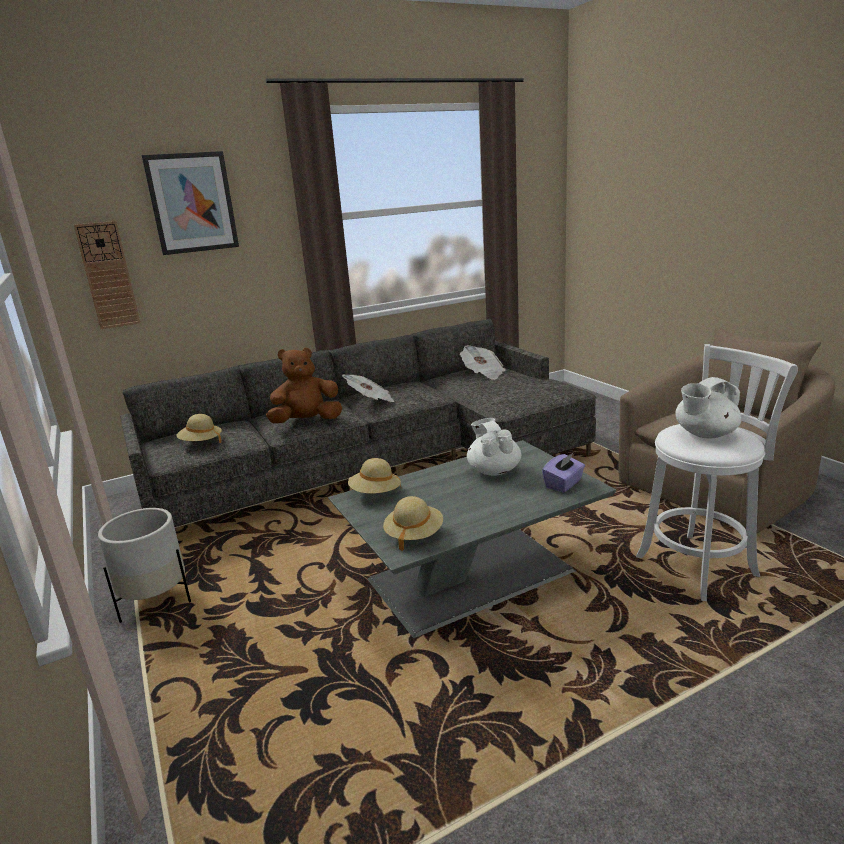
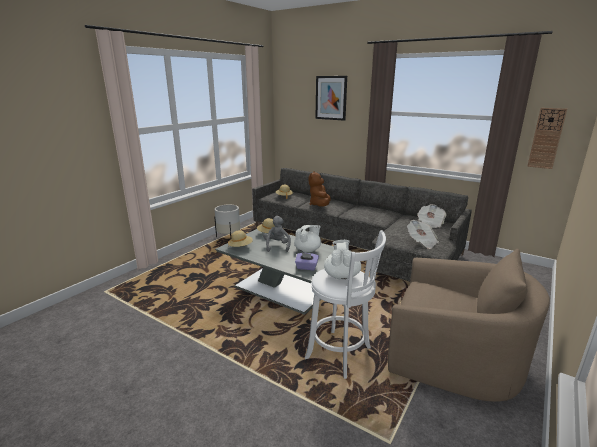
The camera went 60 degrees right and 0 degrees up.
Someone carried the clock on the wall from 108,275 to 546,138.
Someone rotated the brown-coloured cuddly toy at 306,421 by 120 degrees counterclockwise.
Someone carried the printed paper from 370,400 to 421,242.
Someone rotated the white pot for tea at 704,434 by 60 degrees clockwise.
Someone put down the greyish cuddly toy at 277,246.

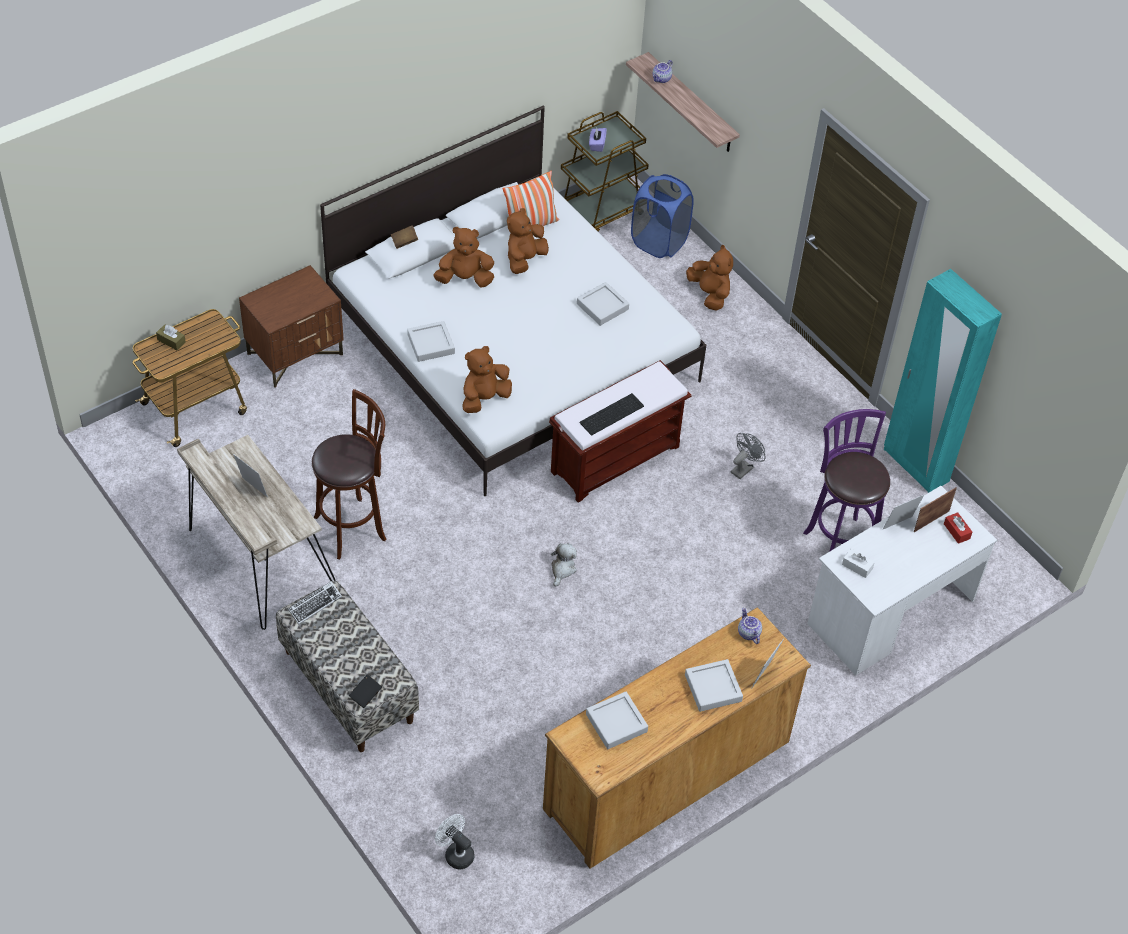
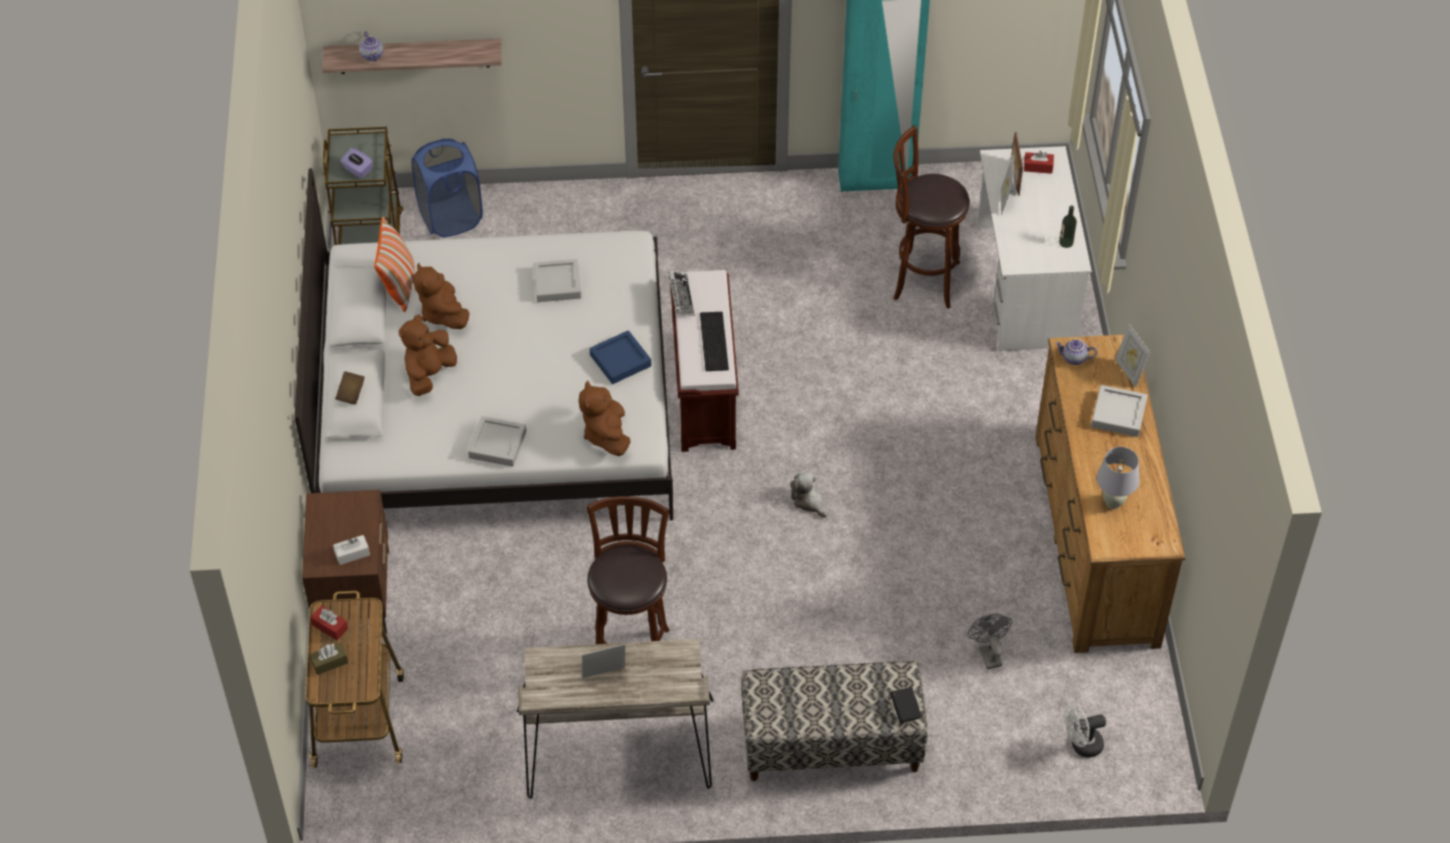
The camera went 55 degrees left and 0 degrees up.
Someone carried the keyboard from 314,604 to 681,296.
Someone swapped the greyish serving tray at 616,723 for the white lamp for a table at 1113,503.
Someone took away the brown-coloured cuddly toy at 710,294.
Someone carried the greyish electric fan from 744,468 to 988,653.
Someone repainted the purplish stool seat at 838,541, which became the brown-coloured stool seat at 922,280.
Someone carried the white tissue box from 857,566 to 352,554.
Someone put down the reddish tissue box at 330,627.
Someone put down the bluish serving tray at 620,360.
Someone put down the drink bottle at 1066,242.

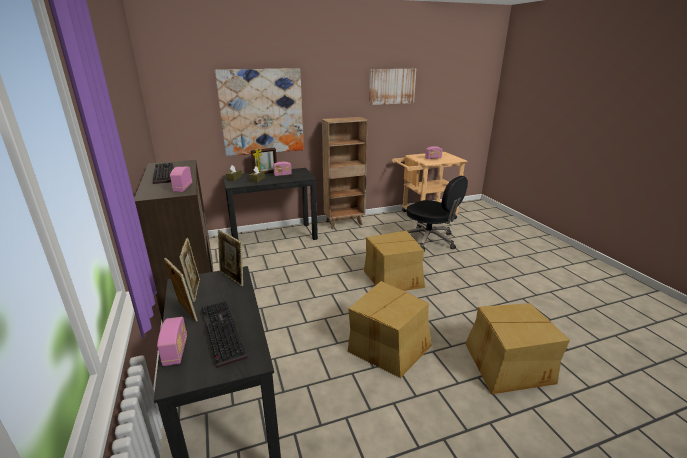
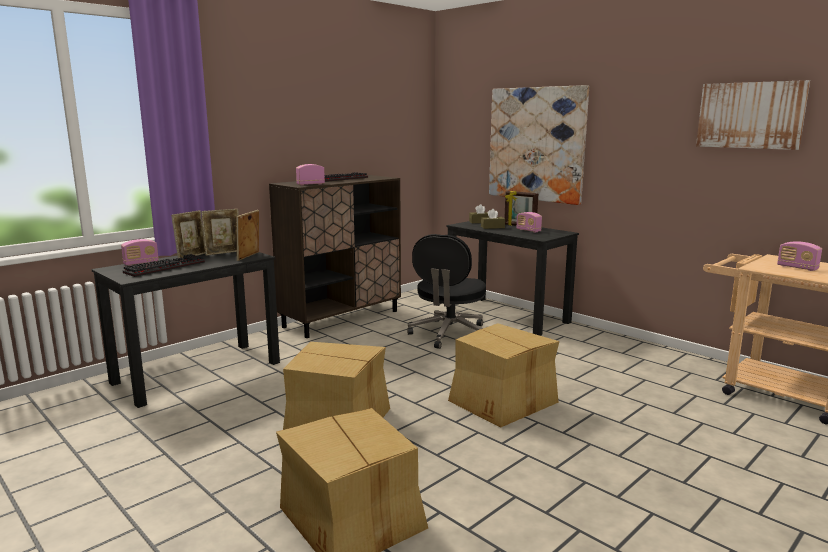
The camera went 65 degrees right and 10 degrees down.
Someone took away the brown-coloured bookcase at 344,223.
Someone carried the blackish computer chair from 430,240 to 449,334.

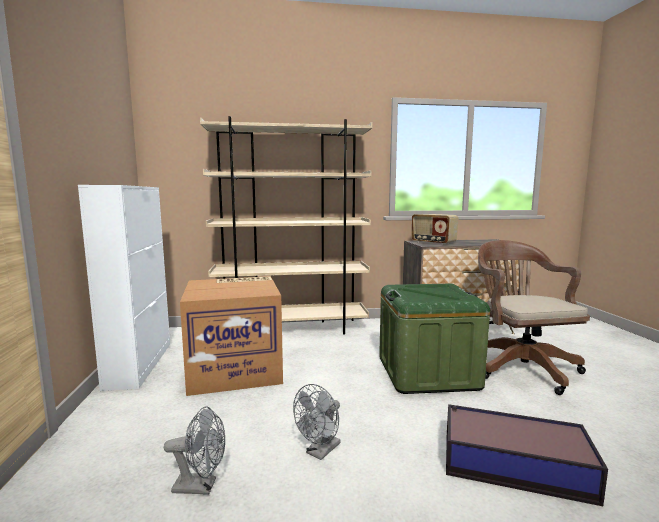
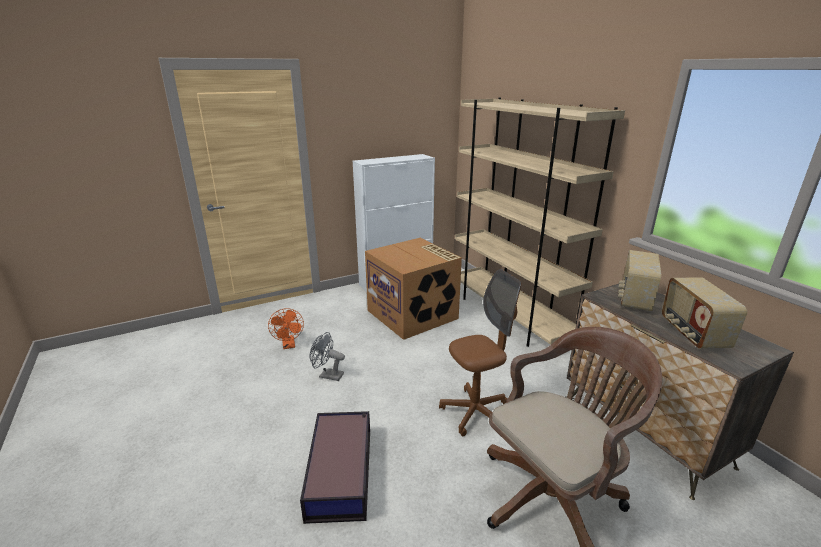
The camera went 70 degrees right and 15 degrees up.
Someone repainted the greyish electric fan at 201,486, which became the orange electric fan at 289,345.
Someone swapped the green-coloured storage container at 427,373 for the brown-coloured computer chair at 475,413.
Someone put down the radio at 692,333.

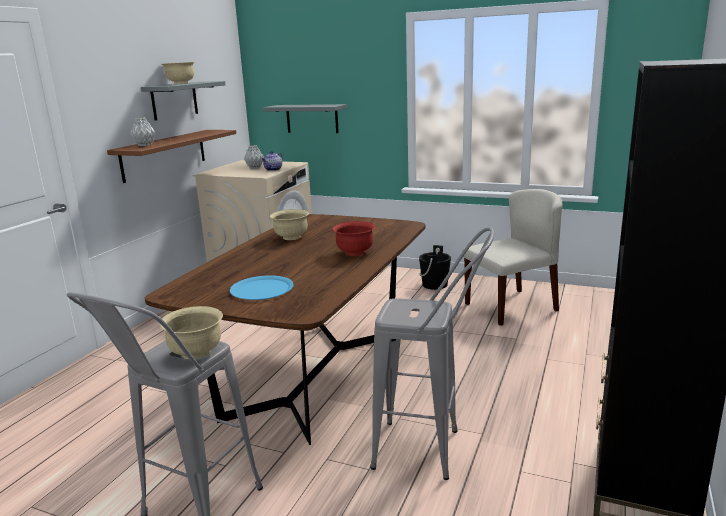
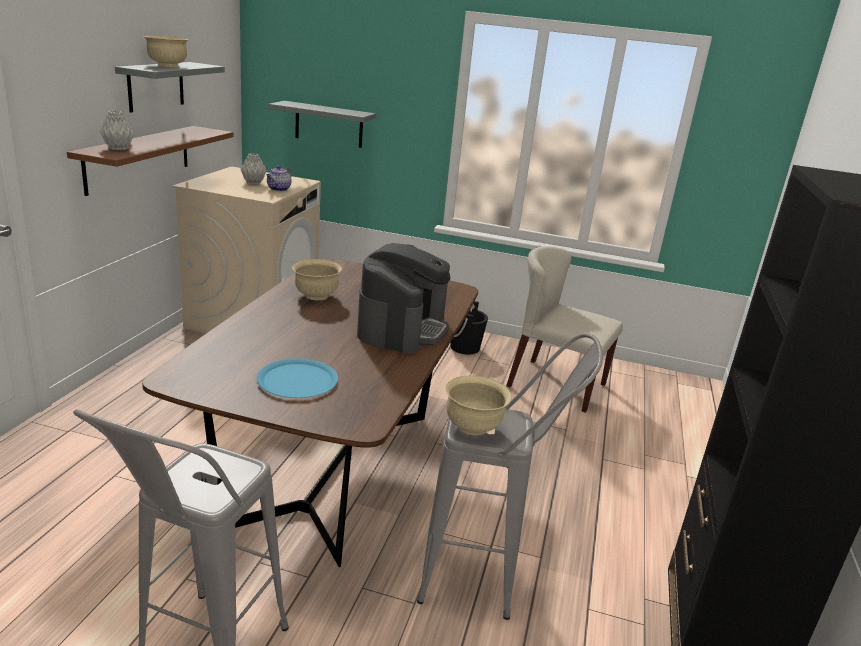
The camera went 10 degrees left and 5 degrees up.
Someone carried the beige-coloured serving bowl from 196,352 to 473,427.
Someone swapped the reddish serving bowl at 354,252 for the coffee machine at 402,328.
Someone rotated the beige-coloured upright chair at 511,306 by 120 degrees counterclockwise.

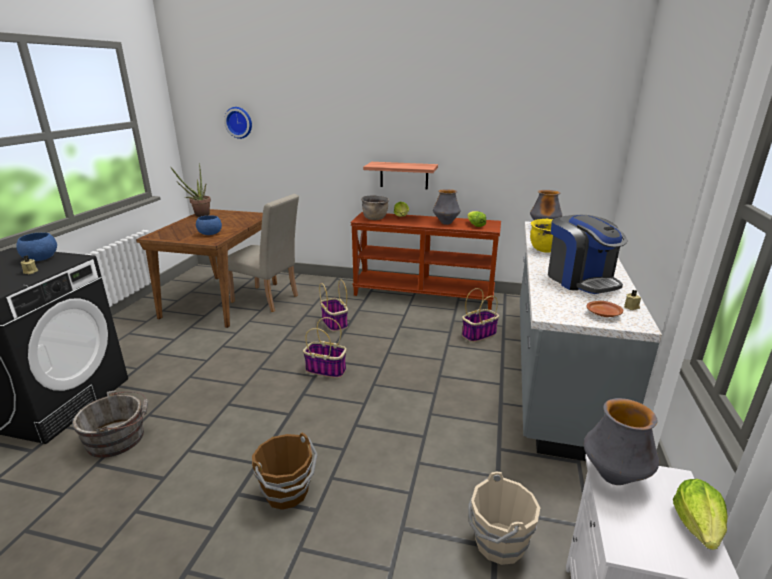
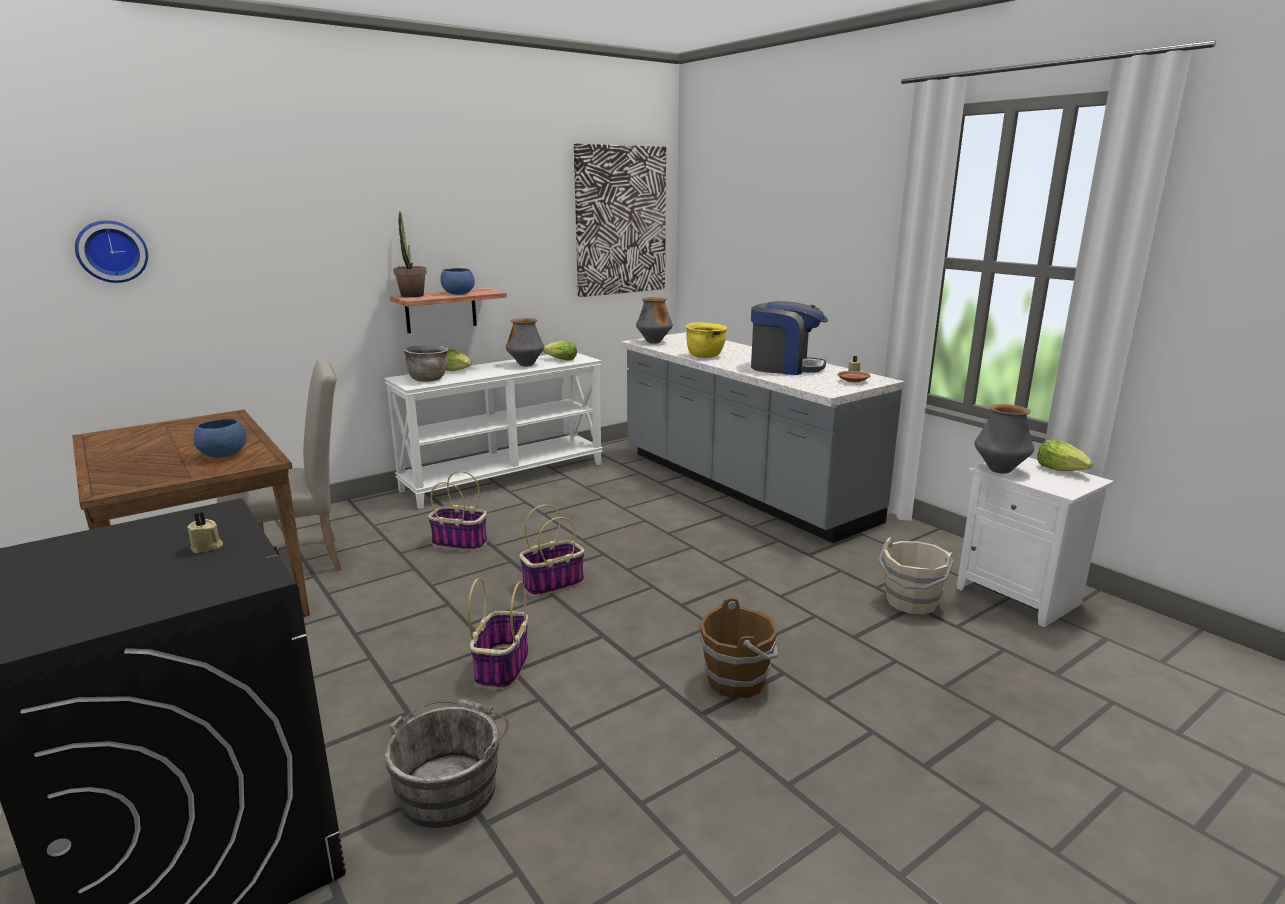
The camera went 50 degrees left and 5 degrees down.
Someone carried the bluish serving bowl from 40,259 to 458,294.
Someone carried the plant in a pot from 199,215 to 411,296.
Someone repainted the brown-coloured console table at 424,294, which became the white console table at 504,476.
Someone carried the storage basket from 479,334 to 502,666.
Someone put up the wall picture at 620,221.

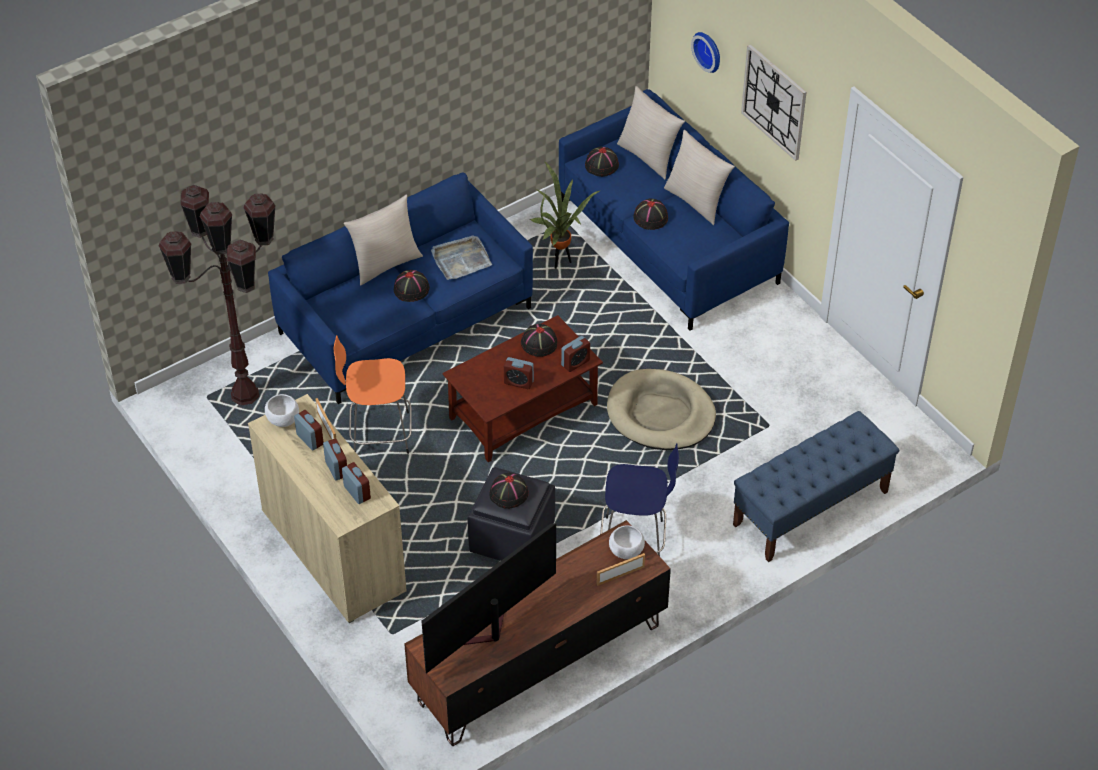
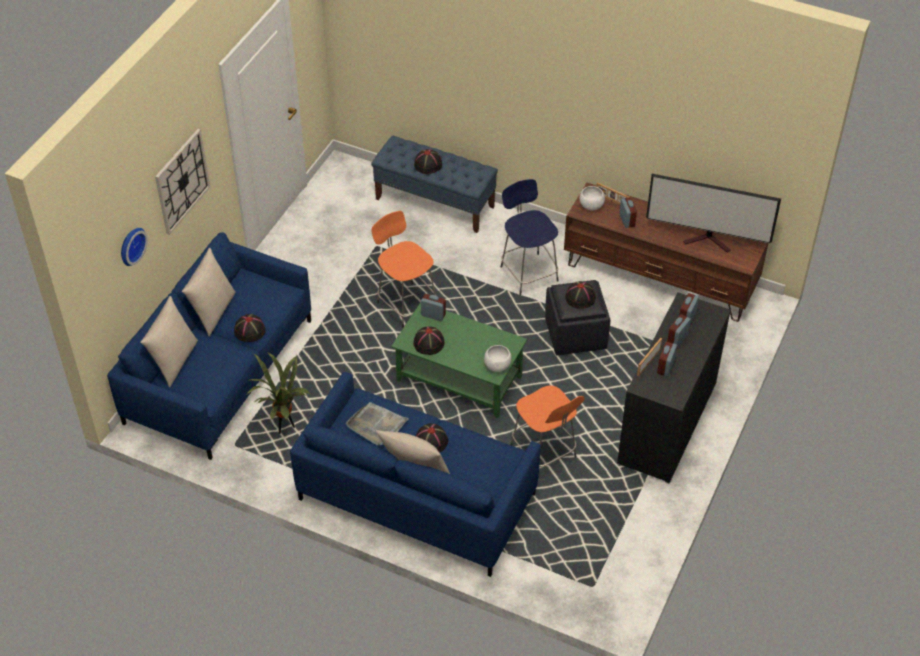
The camera went 120 degrees left and 0 degrees up.
Someone took away the brown-coloured standing lamp at 245,394.
Someone repainted the beige-coloured cabinet at 333,551, which became the blackish cabinet at 667,423.
Someone carried the white serving bowl from 283,420 to 497,366.
Someone repainted the brown-coloured coffee table at 524,411, which became the green-coloured coffee table at 458,379.
Someone carried the bedside clock from 518,382 to 627,220.
Someone carried the blackish clothing hat from 601,165 to 428,164.
Someone swapped the beige-coloured dog bed at 660,414 for the orange stool seat at 406,304.

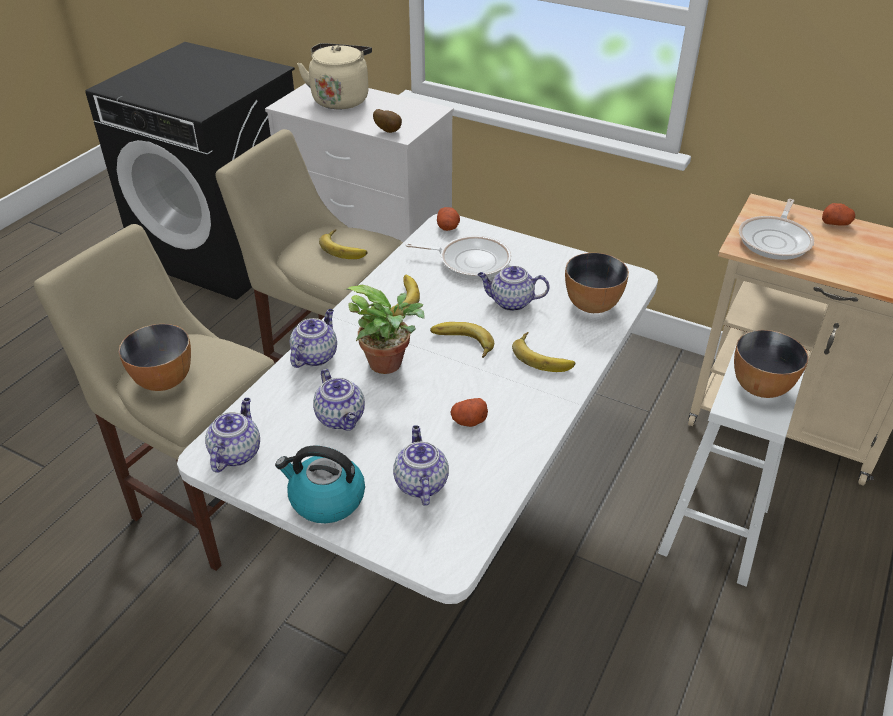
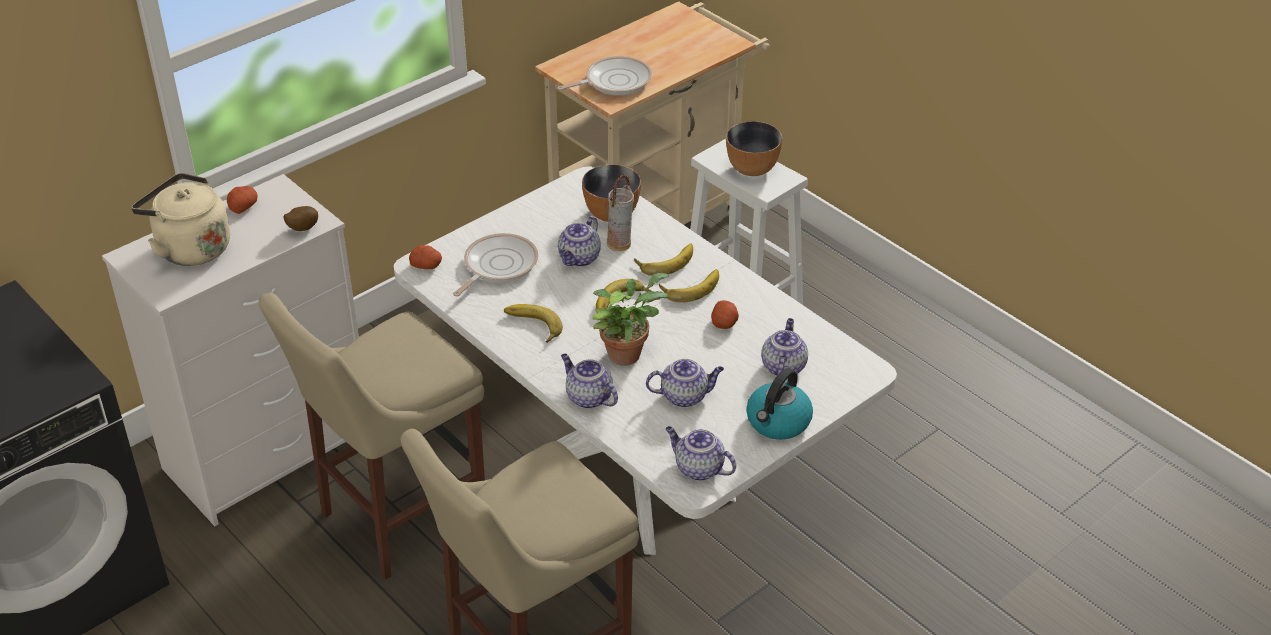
The camera went 70 degrees left and 0 degrees up.
Someone took away the serving bowl at 164,381.
Someone carried the banana fruit from 345,248 to 690,287.
Someone rotated the pot for tea at 420,483 by 90 degrees clockwise.
Someone rotated the frying pan at 775,240 by 75 degrees counterclockwise.
Someone carried the whole potato from 836,223 to 243,206.
Someone put down the flower vase at 620,244.

